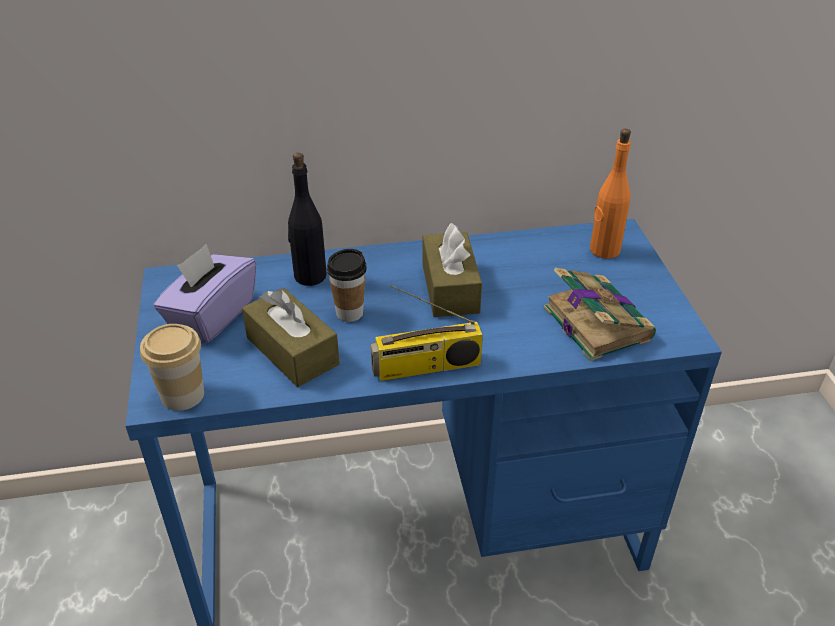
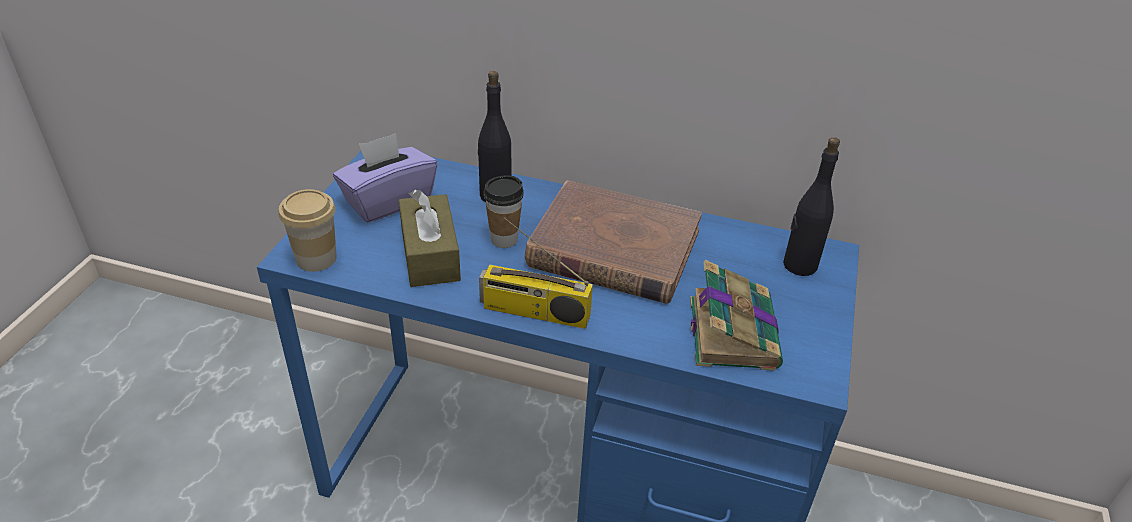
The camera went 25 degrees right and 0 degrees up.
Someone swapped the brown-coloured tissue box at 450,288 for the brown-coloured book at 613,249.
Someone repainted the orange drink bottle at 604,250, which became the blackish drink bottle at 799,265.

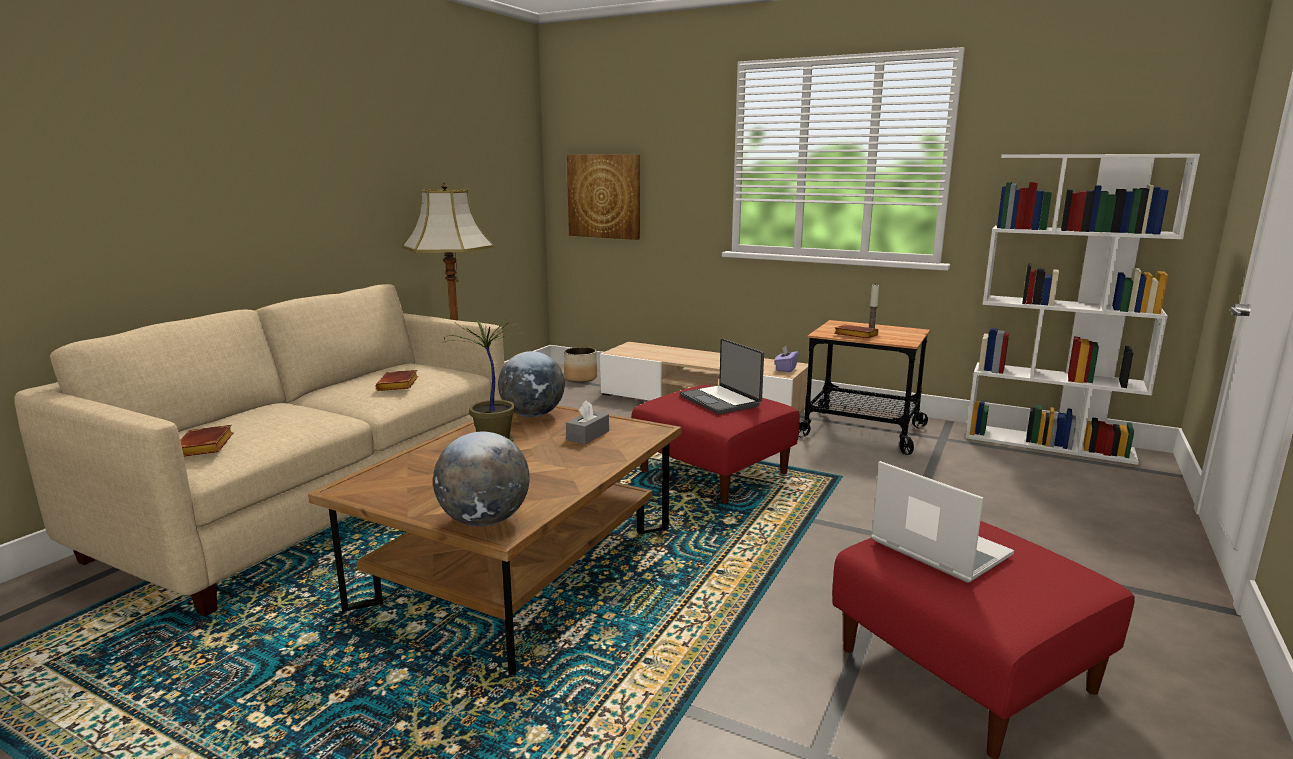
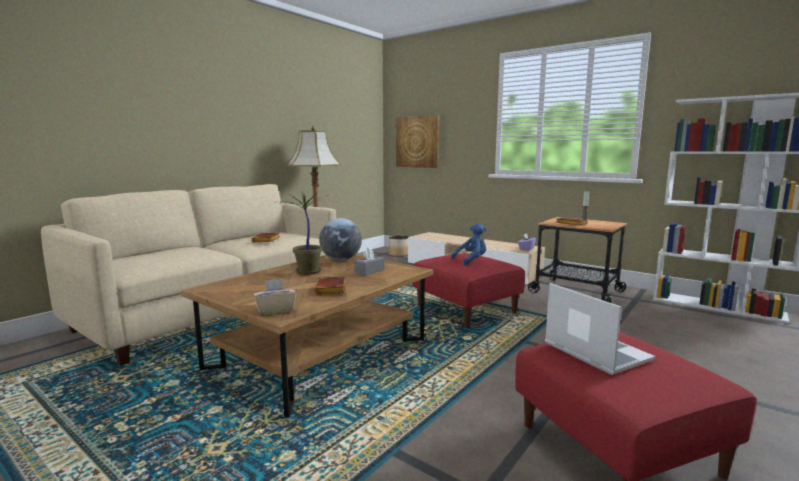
The camera went 10 degrees right and 5 degrees down.
Someone carried the brown-coloured book from 206,447 to 332,289.
Someone swapped the globe at 484,521 for the beige-coloured tissue box at 275,310.
Someone swapped the portable computer at 721,401 for the bluish cuddly toy at 471,261.

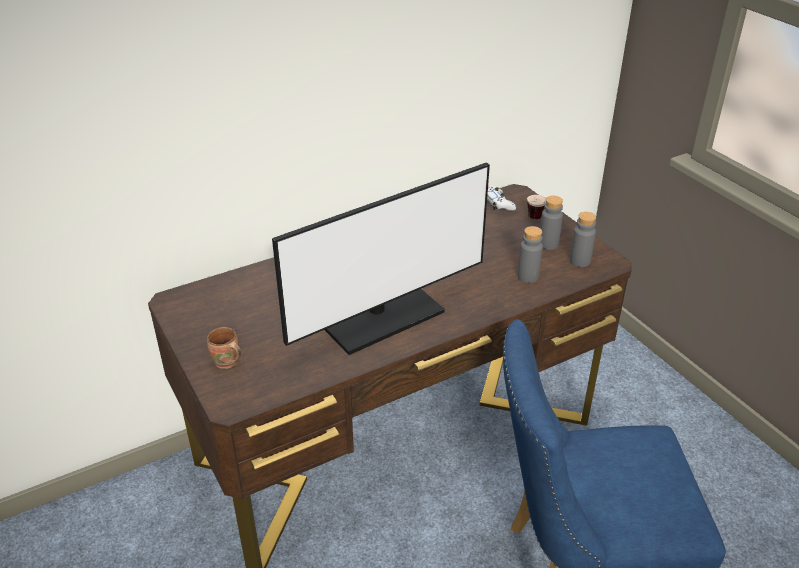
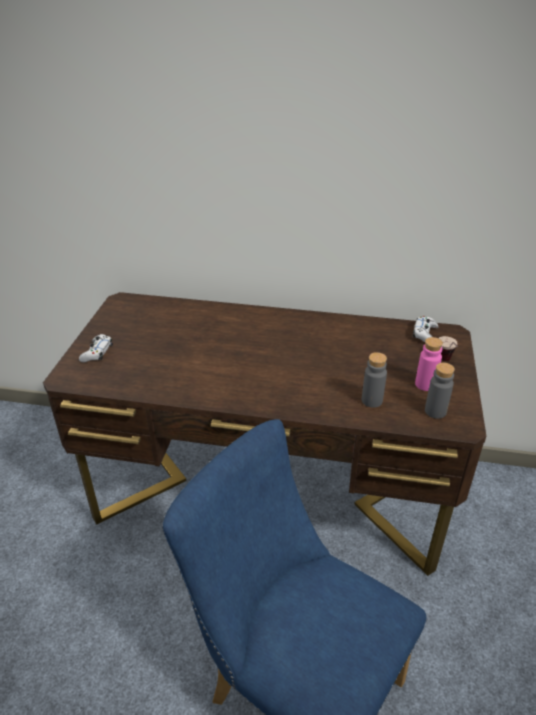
The camera went 40 degrees right and 0 degrees up.
Someone swapped the brown-coloured mug at 227,363 for the white game controller at 97,352.
Someone took away the monitor at 383,319.
Someone repainted the greyish drink bottle at 548,244, which became the pink drink bottle at 425,384.

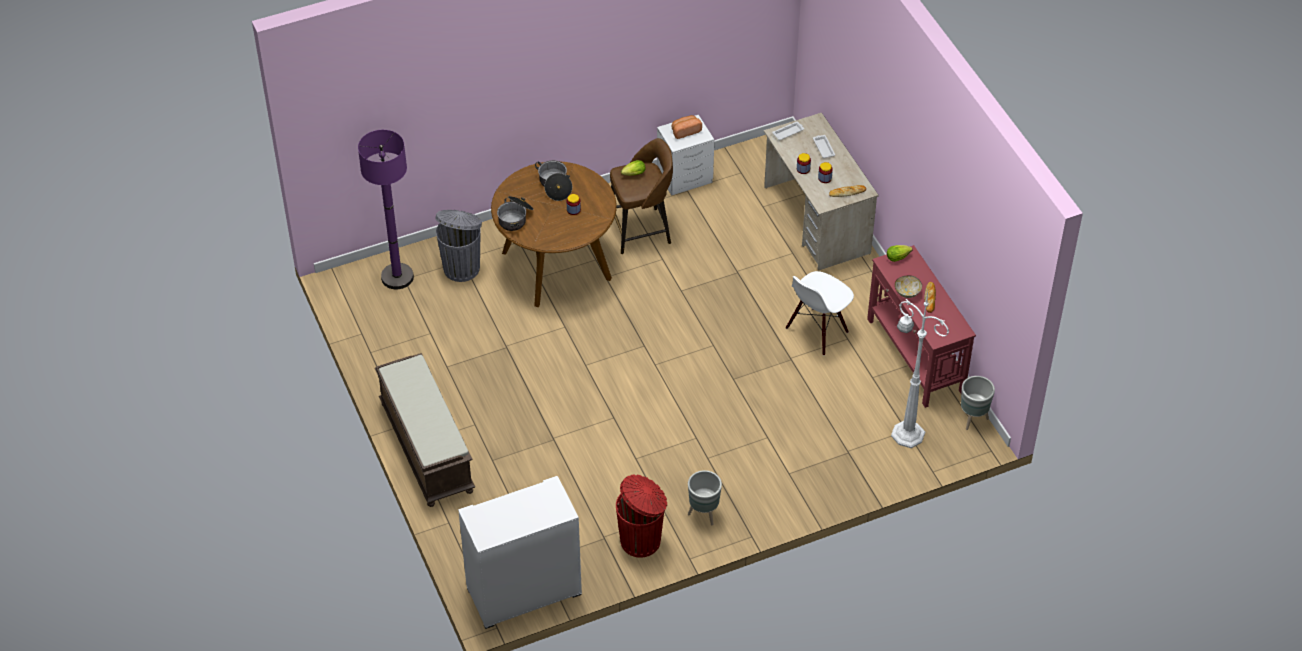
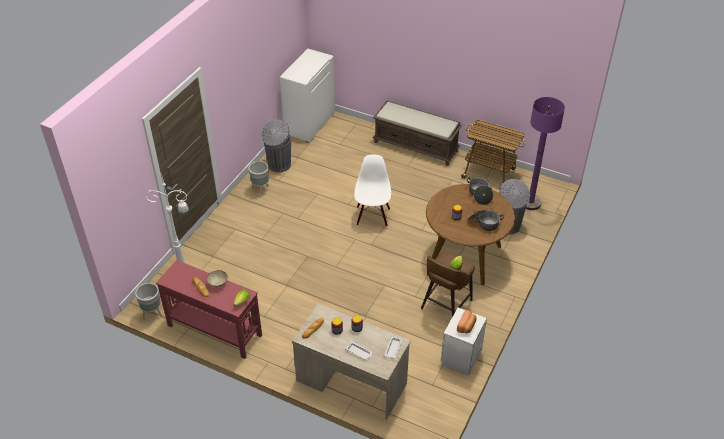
The camera went 140 degrees right and 5 degrees down.
Someone repainted the reddish waste bin at 642,540, which became the greyish waste bin at 279,165.
Someone carried the white upright chair from 817,331 to 372,216.
Someone put down the trolley at 489,174.

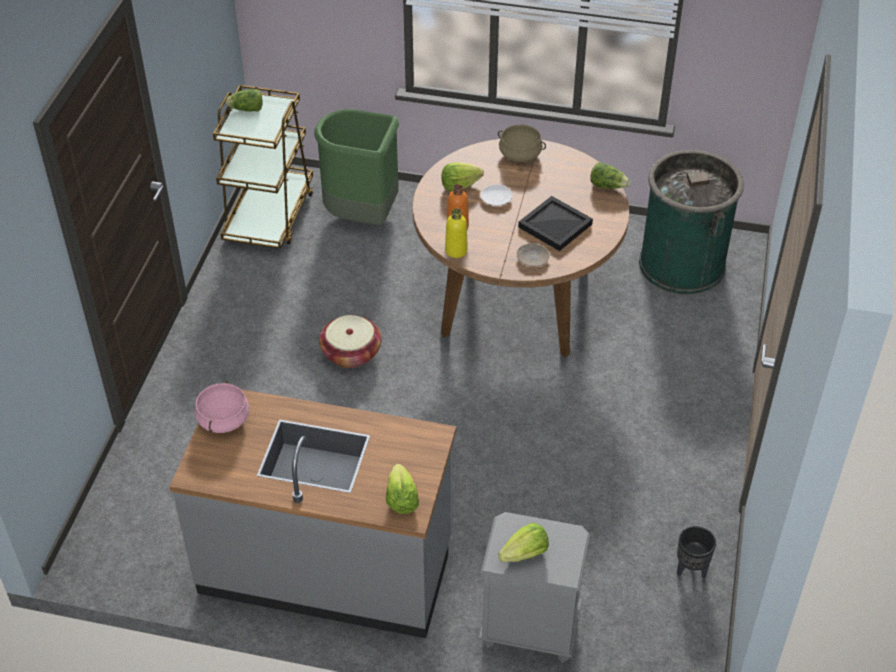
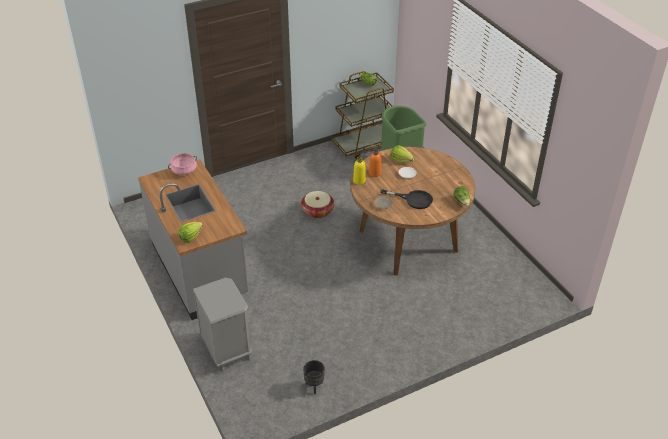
The camera went 50 degrees right and 5 degrees down.
Someone took away the beige-coloured saucepot at 520,154.
Someone took away the lettuce head at 525,554.
Someone swapped the blackish serving tray at 555,225 for the blackish frying pan at 413,199.
Someone took away the green-coloured waste bin at 682,264.

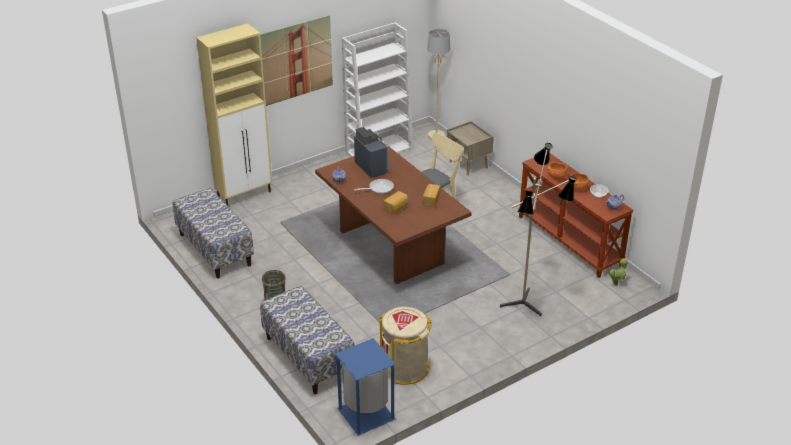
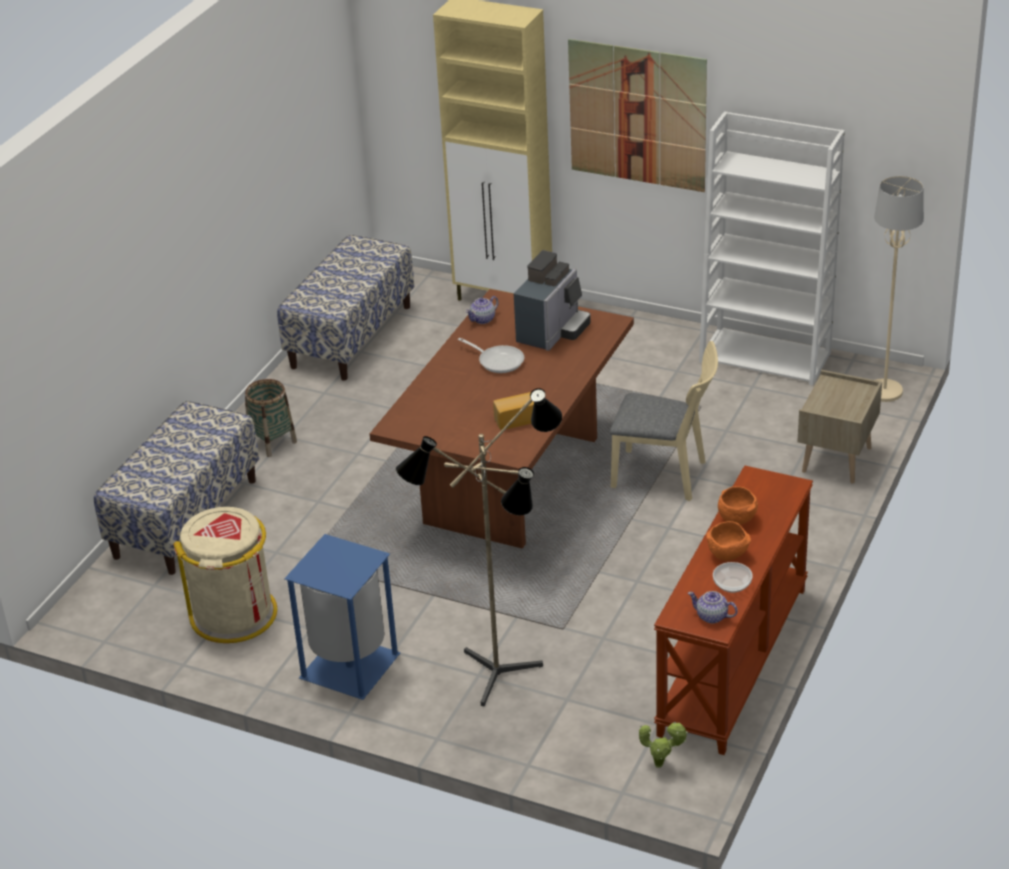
The camera went 60 degrees right and 0 degrees up.
Someone carried the bluish waste bin from 365,413 to 349,665.
Someone took away the bakery bread at 396,208.

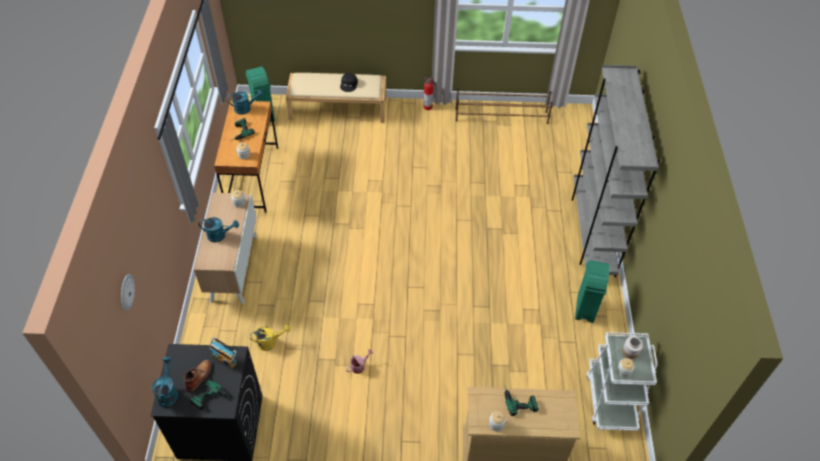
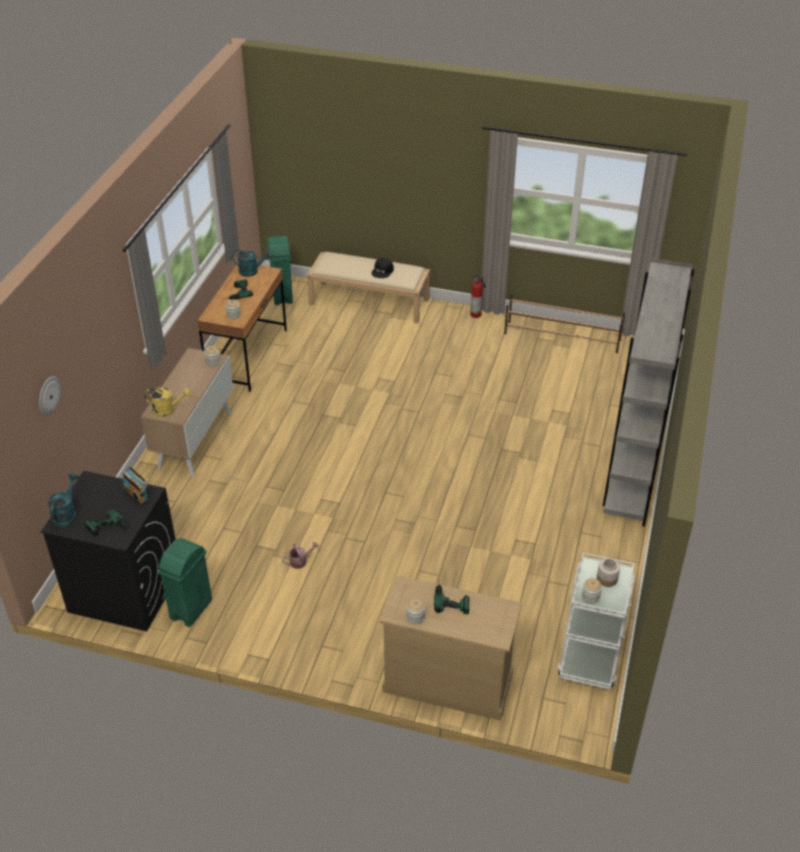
The camera went 15 degrees right and 10 degrees down.
Someone took away the brown-coloured boot at 199,376.
Someone took away the turquoise watering pot at 220,235.
Someone carried the yellow-coloured watering pot from 270,342 to 168,410.
Someone carried the green-coloured waste bin from 585,309 to 190,610.

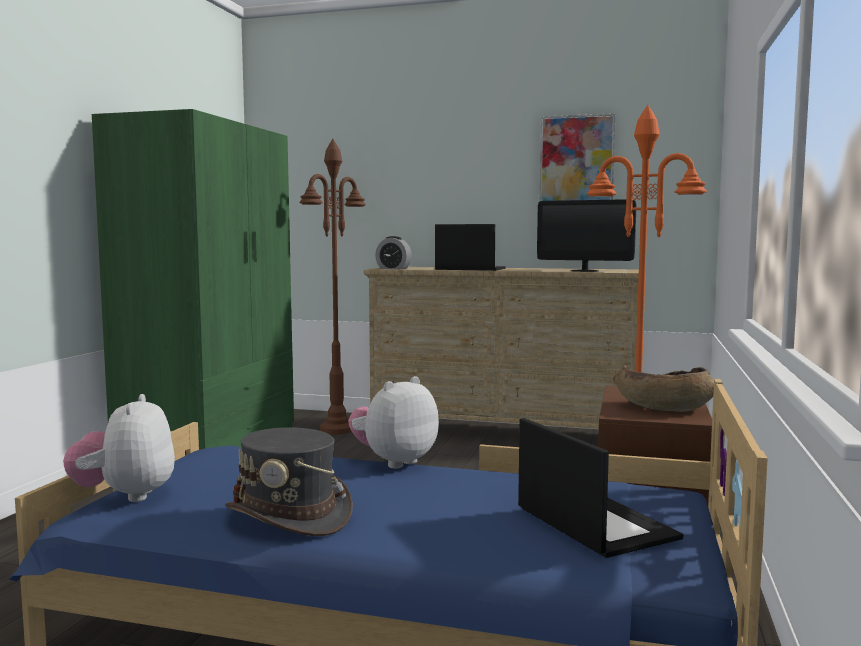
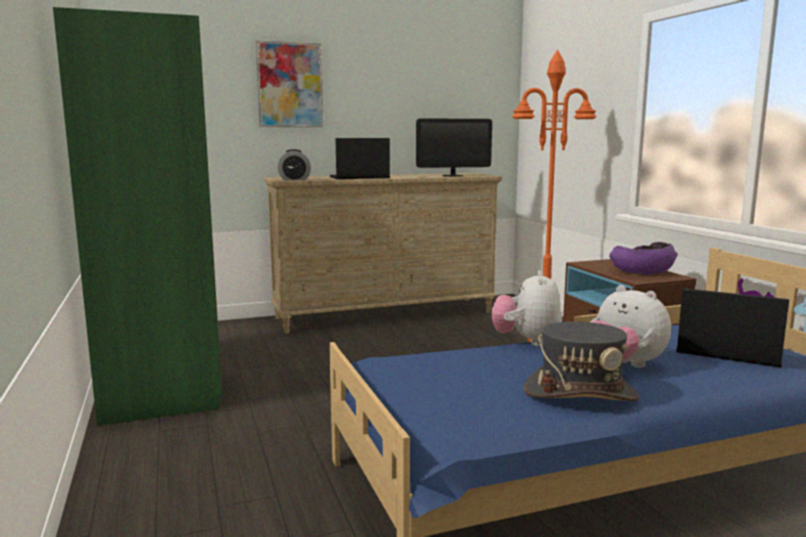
The camera went 35 degrees left and 5 degrees up.
Someone carried the cuddly toy from 126,496 to 624,366.
Someone took away the brown-coloured standing lamp at 337,429.
Someone carried the wall picture from 576,163 to 290,85.
Someone repainted the brown-coloured serving bowl at 663,407, which became the purplish serving bowl at 642,272.

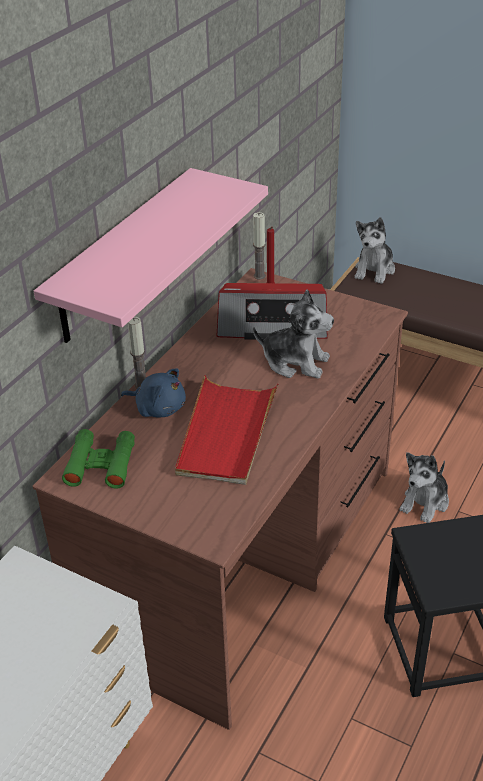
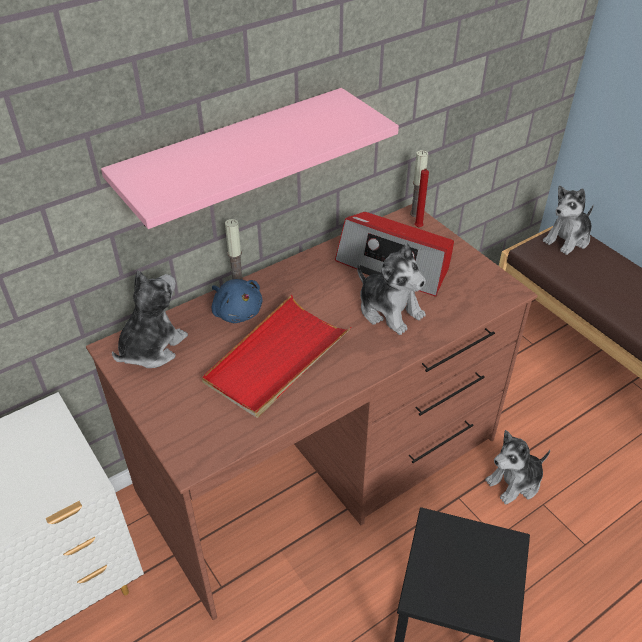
The camera went 25 degrees right and 5 degrees up.
Someone swapped the green-coloured pair of binoculars at 101,464 for the cuddly toy at 151,347.

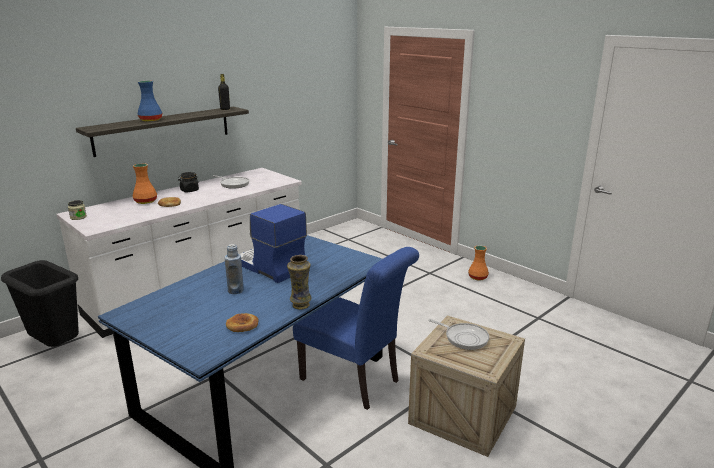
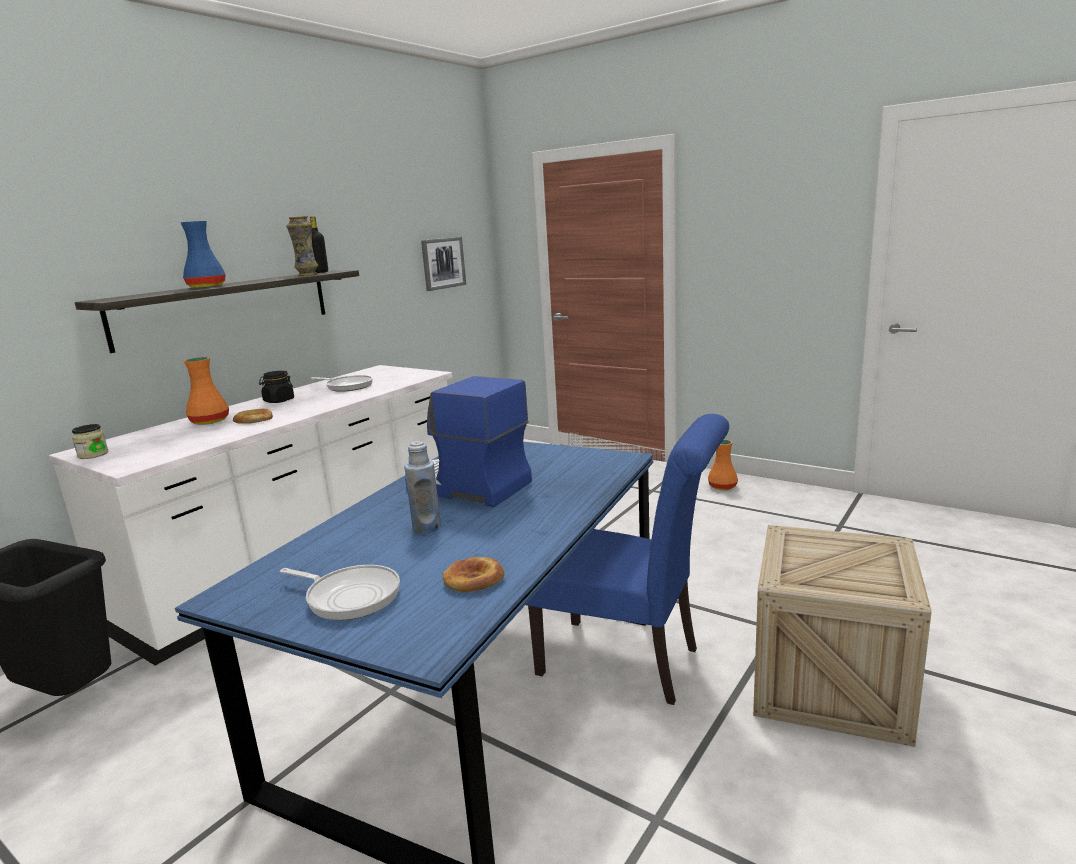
The camera went 10 degrees left and 5 degrees down.
Someone carried the flower vase from 300,305 to 307,275.
Someone carried the frying pan from 464,338 to 349,596.
Someone put up the wall picture at 443,263.

